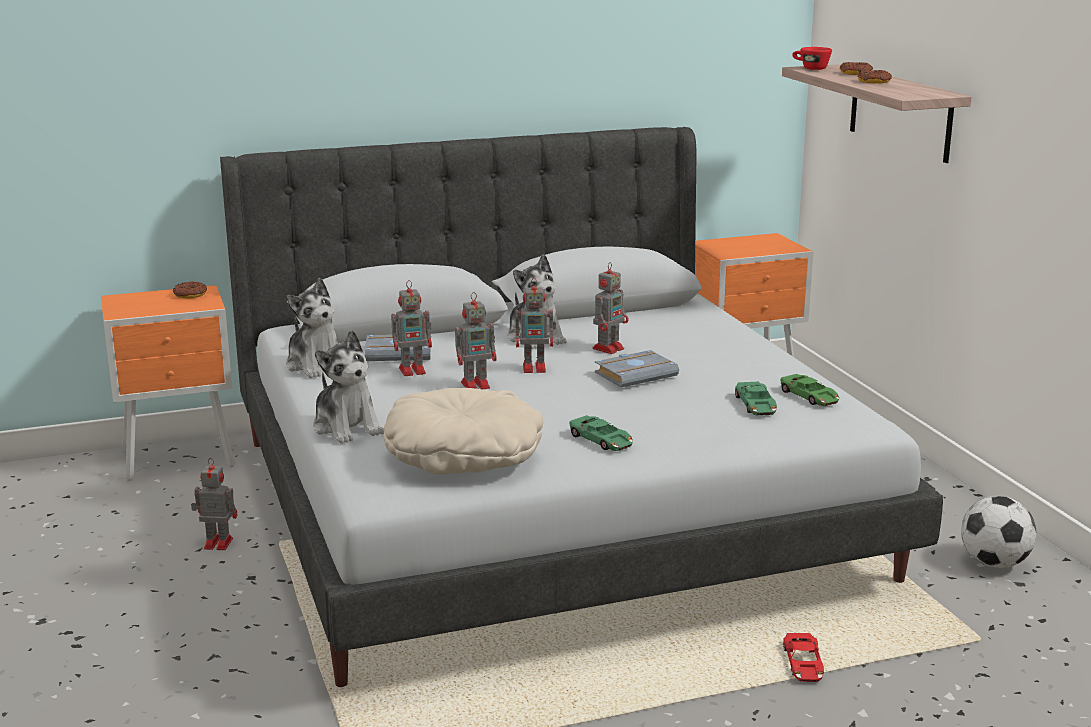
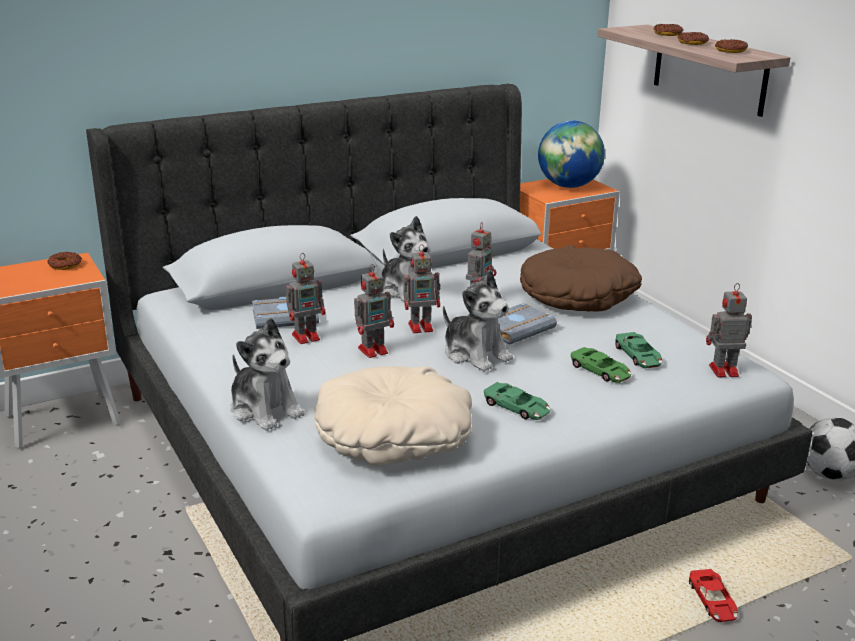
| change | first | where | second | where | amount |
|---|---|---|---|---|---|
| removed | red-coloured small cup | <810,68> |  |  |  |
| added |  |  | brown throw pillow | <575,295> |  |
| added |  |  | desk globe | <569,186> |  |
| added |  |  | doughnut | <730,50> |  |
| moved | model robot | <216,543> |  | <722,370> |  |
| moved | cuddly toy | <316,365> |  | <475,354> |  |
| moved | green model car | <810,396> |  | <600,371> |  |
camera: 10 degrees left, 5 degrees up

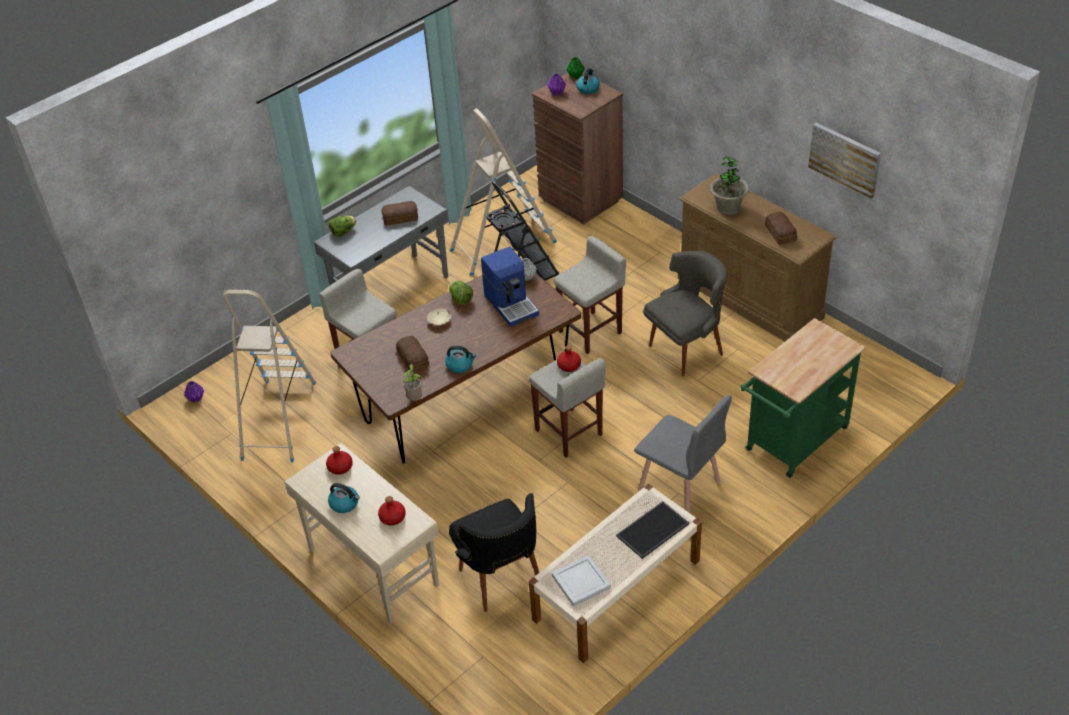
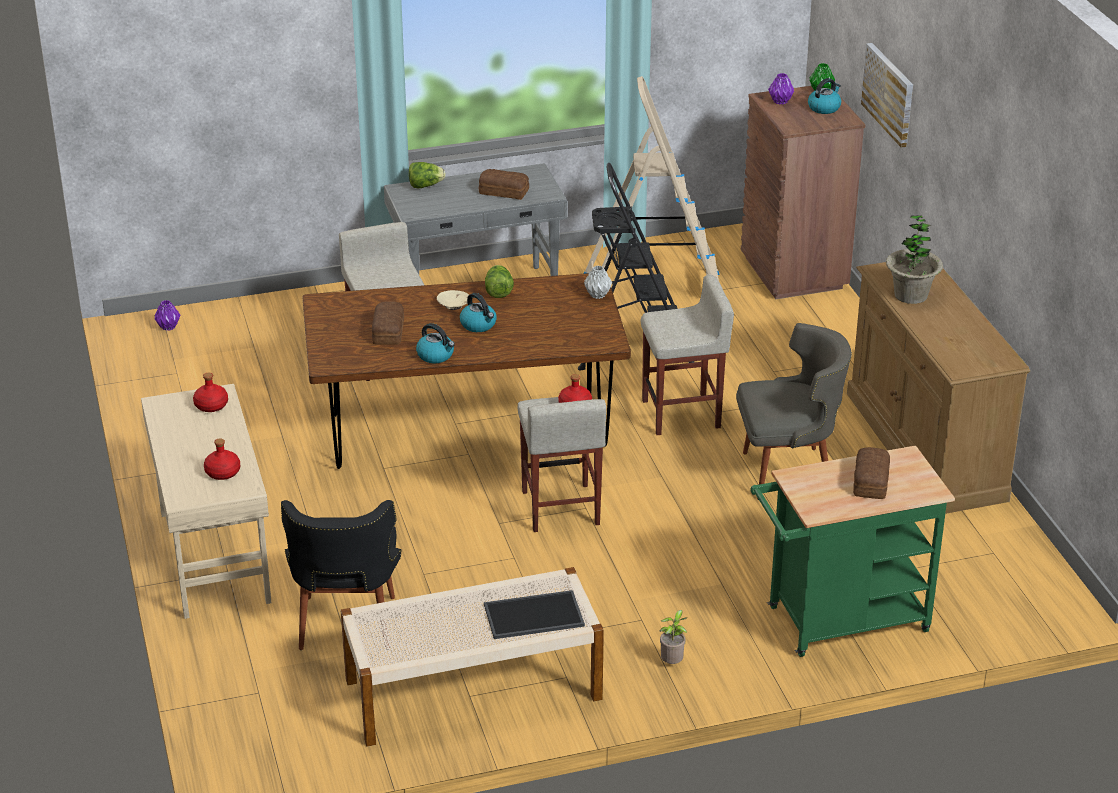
| change | first | where | second | where | amount |
|---|---|---|---|---|---|
| removed | beige stepladder | <279,419> |  |  |  |
| removed | coffee machine | <511,304> |  |  |  |
| removed | whitish serving tray | <580,582> |  |  |  |
| removed | grey chair | <679,486> |  |  |  |
| moved | kettle | <345,504> |  | <479,325> |  |
| moved | potted plant | <415,399> |  | <672,663> |  |
| moved | bread | <780,233> |  | <869,482> |  |
| moved | wall art | <845,159> |  | <889,94> |  |
camera: 25 degrees right, 10 degrees down

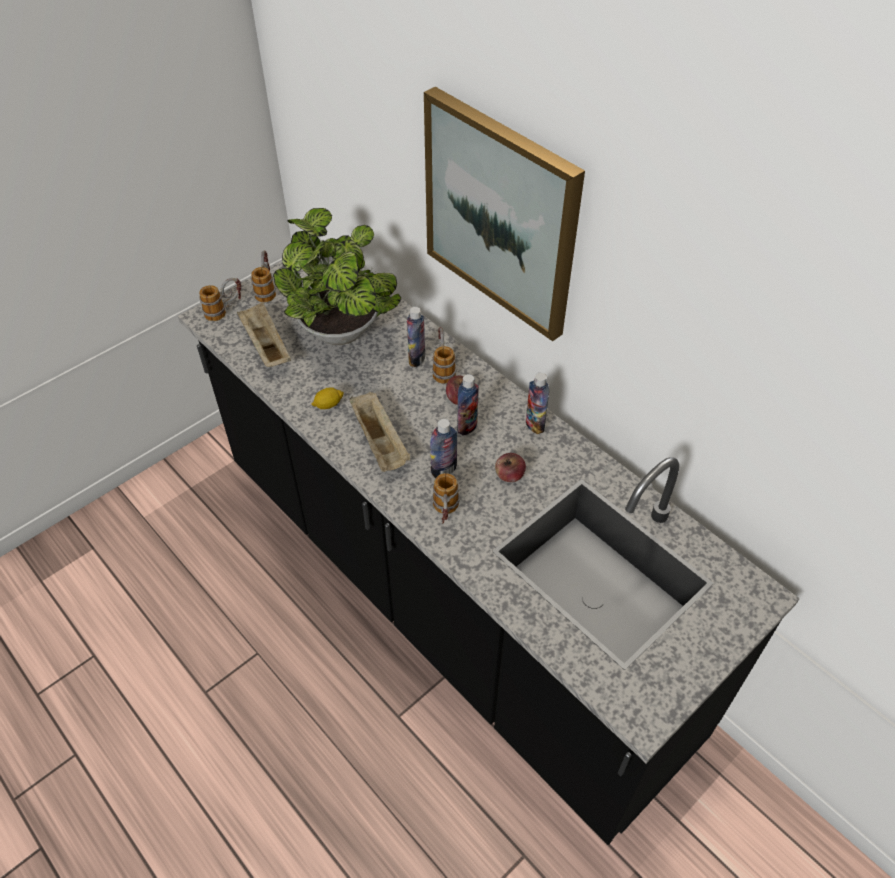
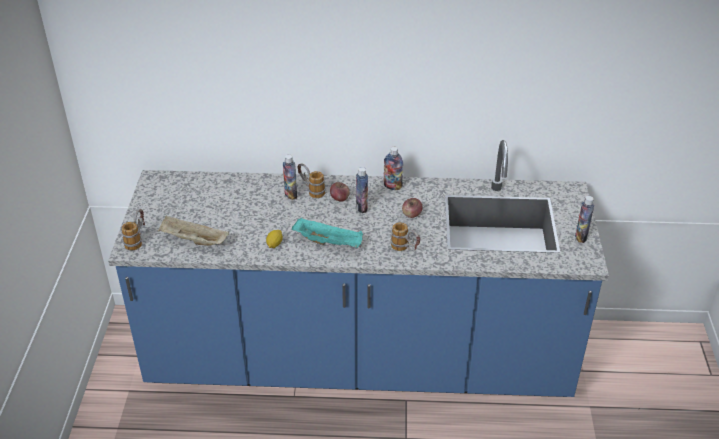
| change | first | where | second | where | amount |
|---|---|---|---|---|---|
| removed | mug | <266,289> |  |  |  |
| removed | potted plant | <343,335> |  |  |  |
| removed | wall art | <501,214> |  |  |  |
| moved | beverage bottle | <443,470> |  | <581,237> |  |
| recoloured | blackish counter | <447,596> | blue-coloured counter | <359,362> |  |
| recoloured | beige serving tray | <380,443> | turquoise-coloured serving tray | <329,242> |  |
camera: 45 degrees left, 10 degrees down

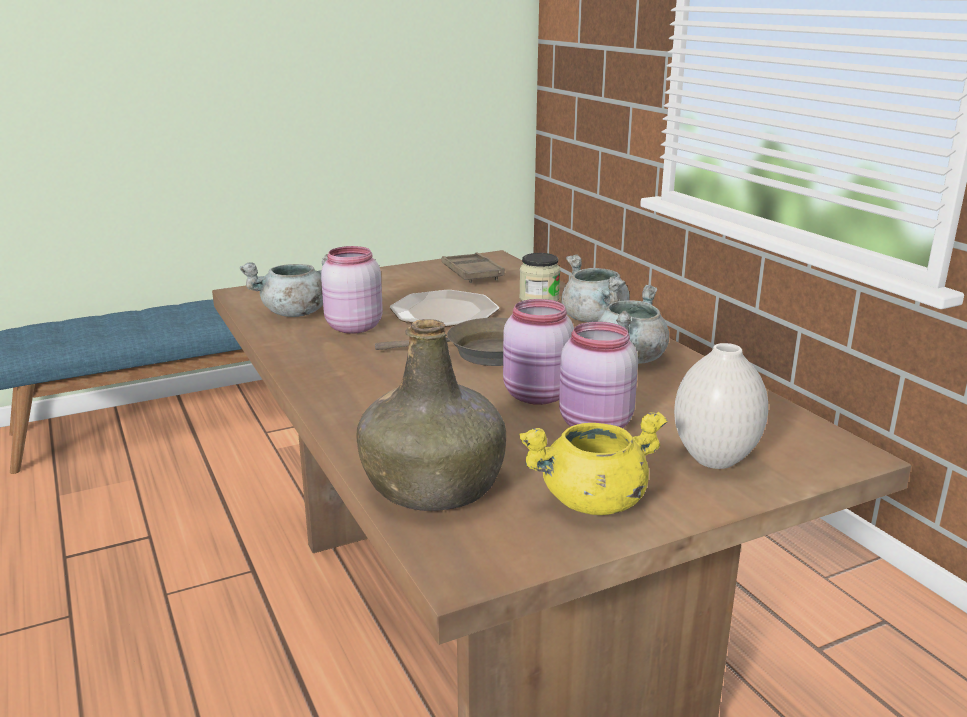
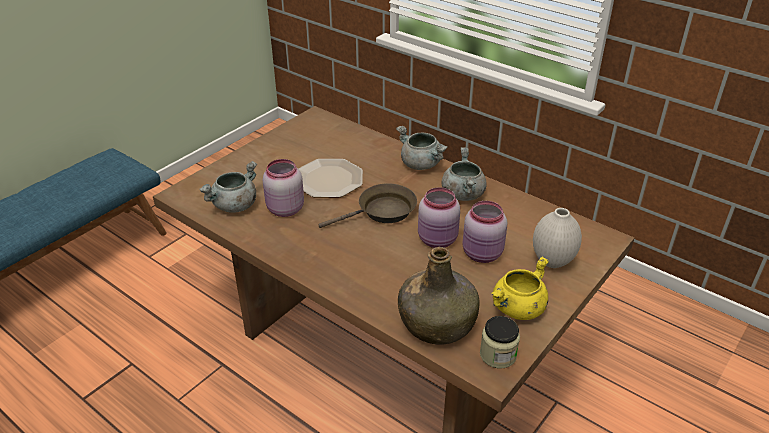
| change | first | where | second | where | amount |
|---|---|---|---|---|---|
| removed | brown serving tray | <471,273> |  |  |  |
| moved | storage jar | <539,299> |  | <498,355> |  |
camera: 25 degrees left, 15 degrees up

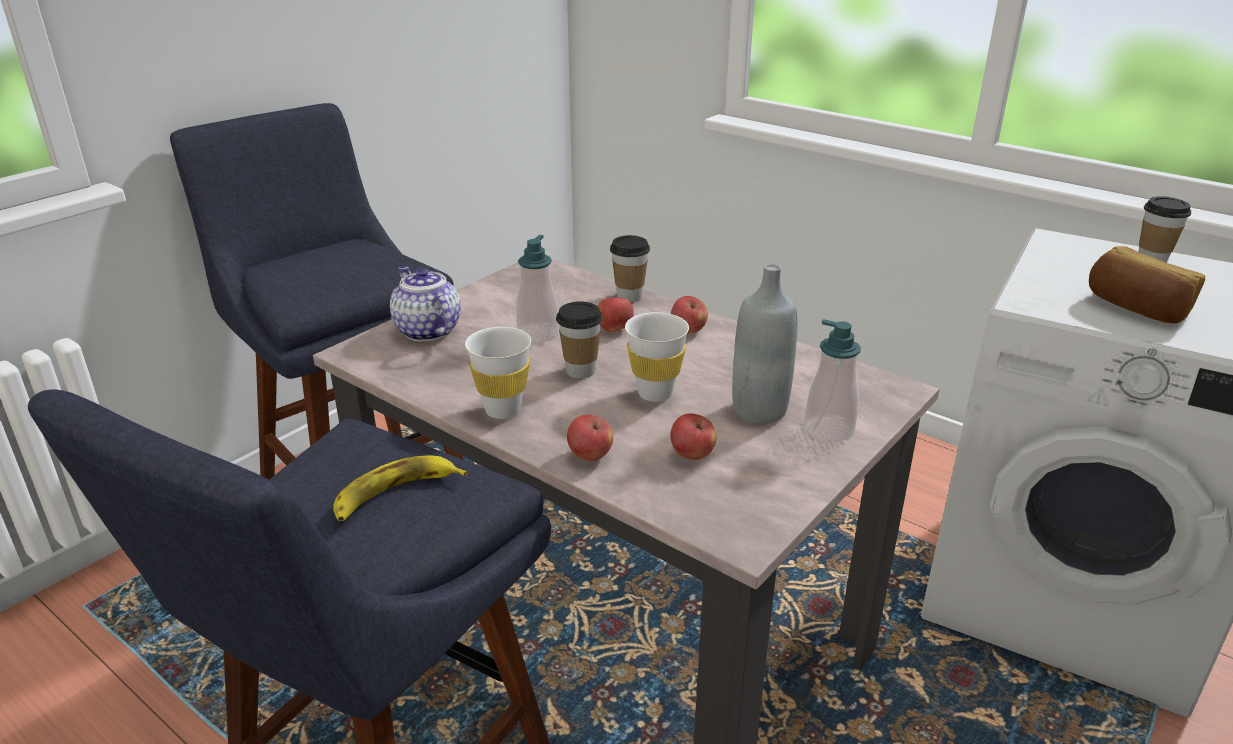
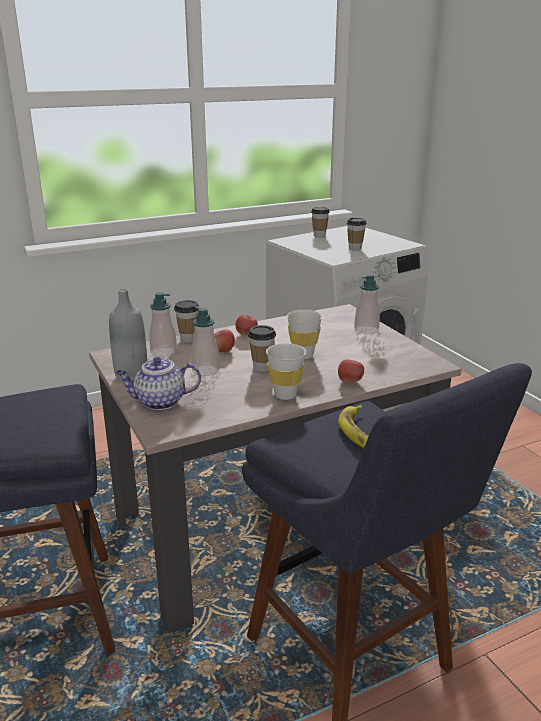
| change | first | where | second | where | amount |
|---|---|---|---|---|---|
| removed | whole apple | <692,455> |  |  |  |
| added |  |  | liquid soap bottle | <163,352> |  |
| moved | grey beverage bottle | <759,410> |  | <131,376> |  |
| replaced | bread | <1137,308> | small cup | <355,248> |  |
camera: 65 degrees left, 5 degrees down

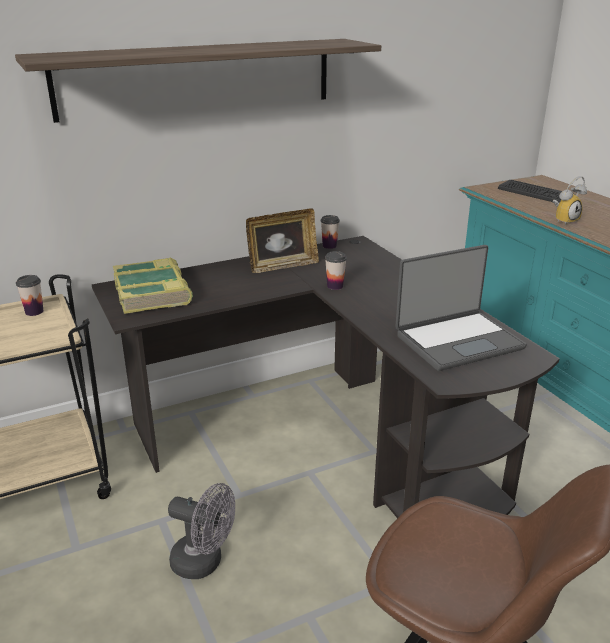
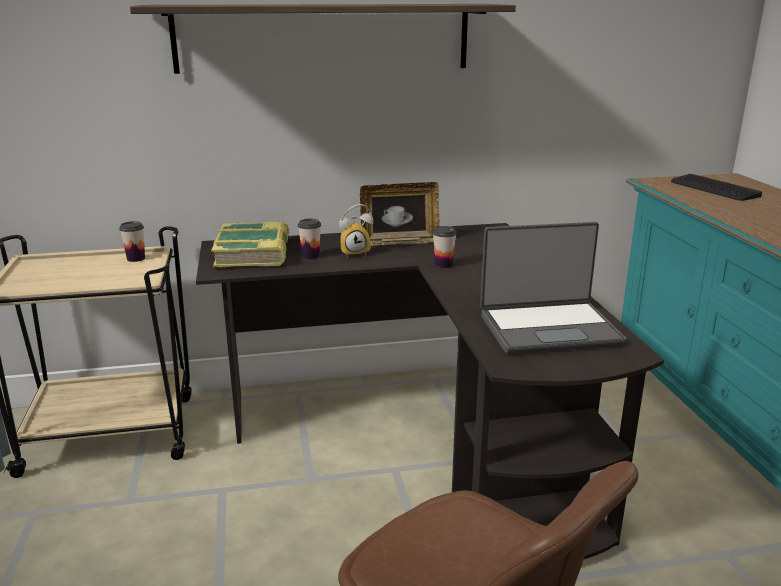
| change | first | where | second | where | amount |
|---|---|---|---|---|---|
| removed | grey fan | <204,562> |  |  |  |
| moved | small cup | <329,246> |  | <310,256> |  |
| moved | bedside clock | <564,220> |  | <355,252> |  |
camera: 15 degrees right, 5 degrees down

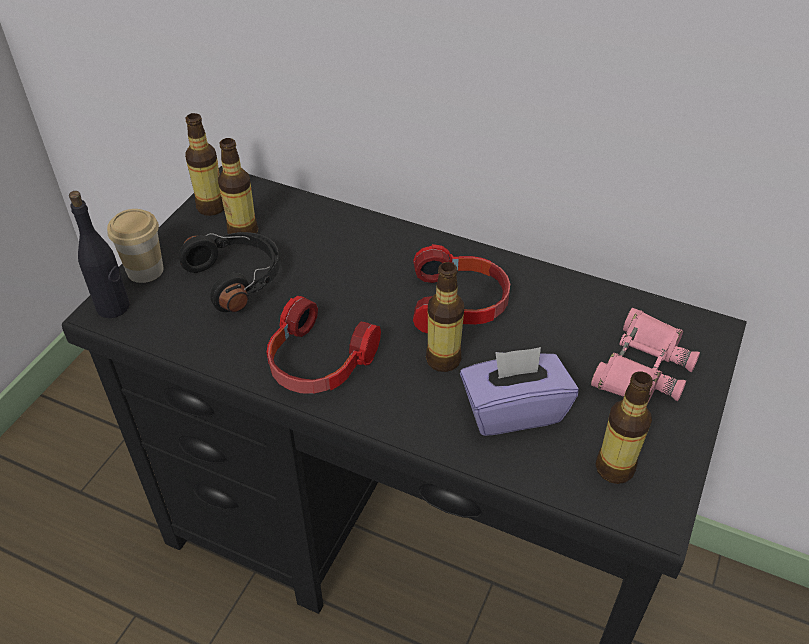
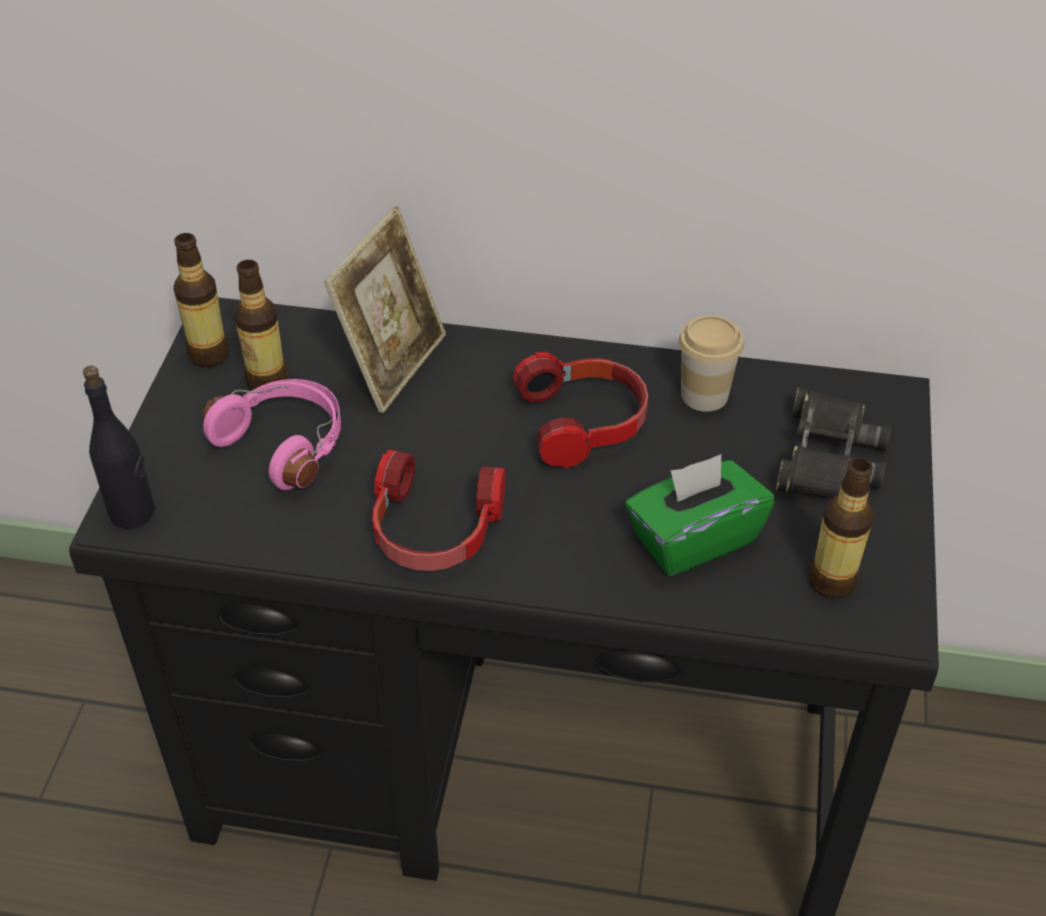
| change | first | where | second | where | amount |
|---|---|---|---|---|---|
| removed | beverage bottle | <443,359> |  |  |  |
| added |  |  | photo frame | <393,365> |  |
| moved | small cup | <145,270> |  | <704,395> |  |
| recoloured | blackish headphones | <238,278> | pink headphones | <285,443> |  |
| recoloured | purple-coloured box of tissues | <513,410> | green box of tissues | <693,538> |  |
| recoloured | pink field glasses | <642,367> | blackish field glasses | <827,456> |  |
camera: 15 degrees left, 0 degrees up

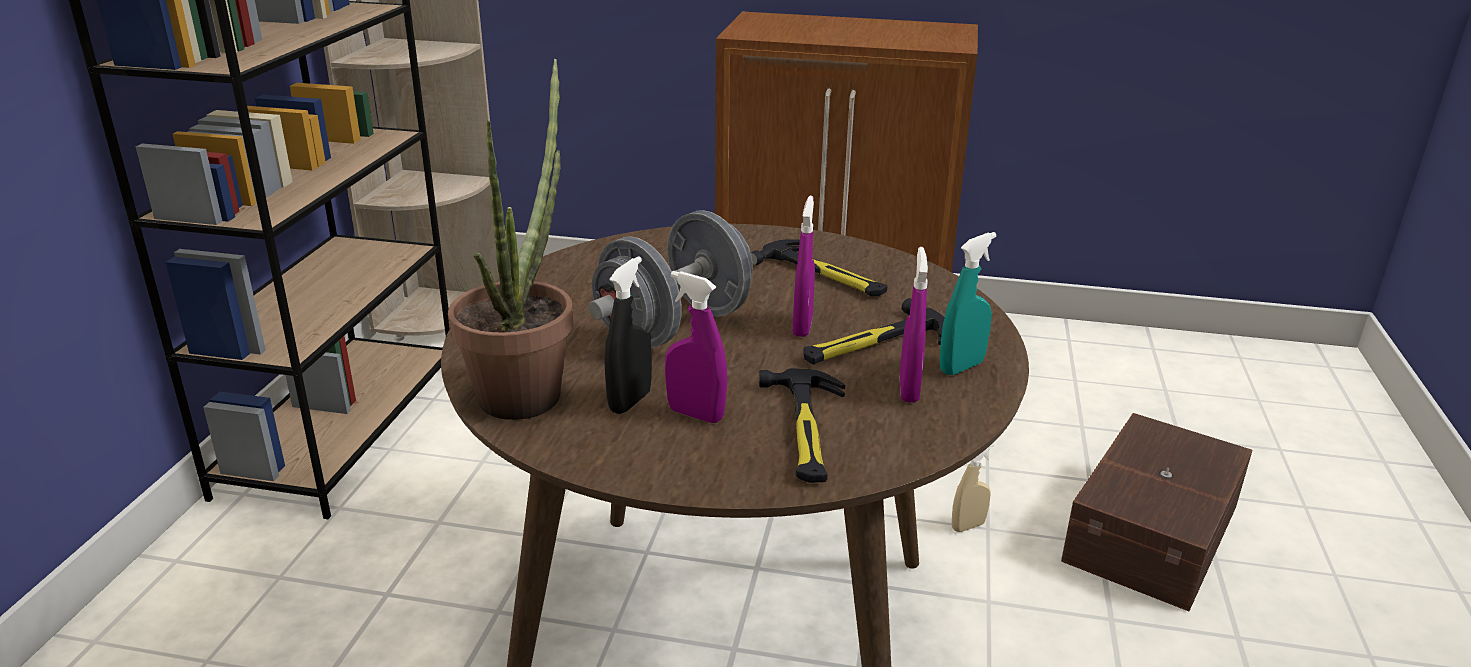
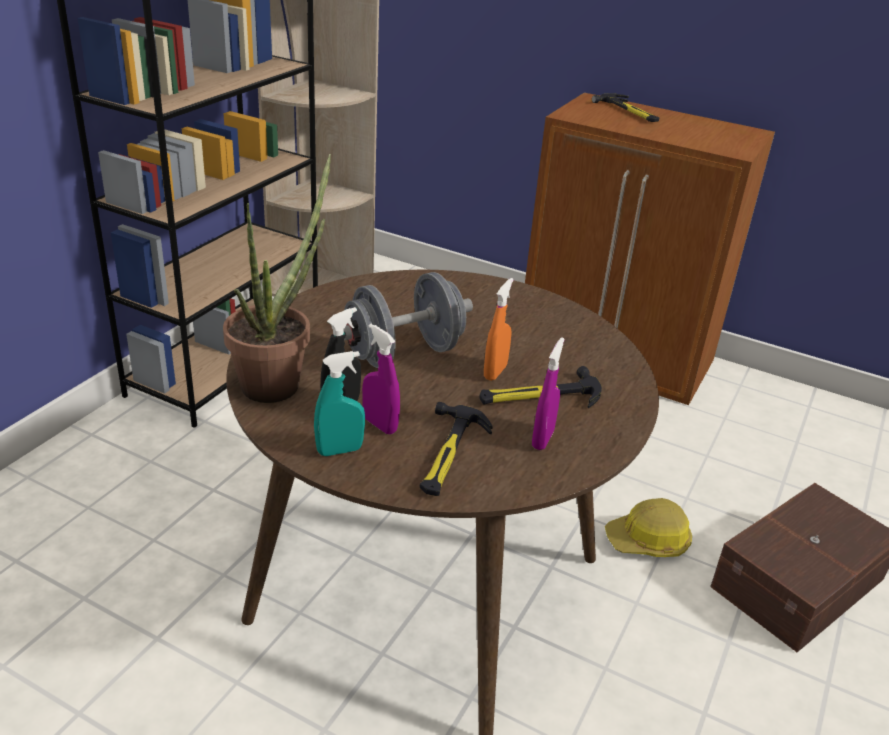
| change | first | where | second | where | amount |
|---|---|---|---|---|---|
| moved | hand hammer | <823,275> |  | <629,111> |  |
| moved | turquoise-coloured hand sprayer | <961,367> |  | <339,450> |  |
| replaced | beige hand sprayer | <968,526> | work helmet | <648,541> |  |
| recoloured | purple-coloured hand sprayer | <802,327> | orange hand sprayer | <495,372> |  |
camera: 15 degrees right, 5 degrees up

